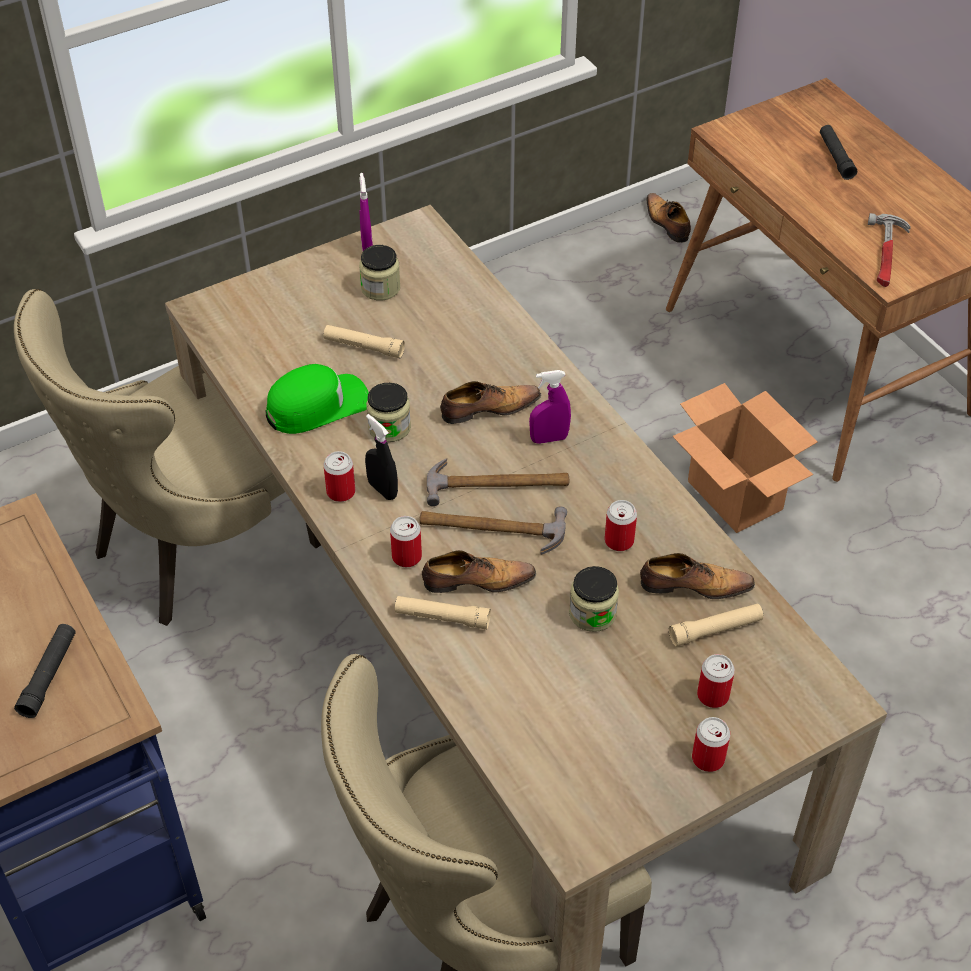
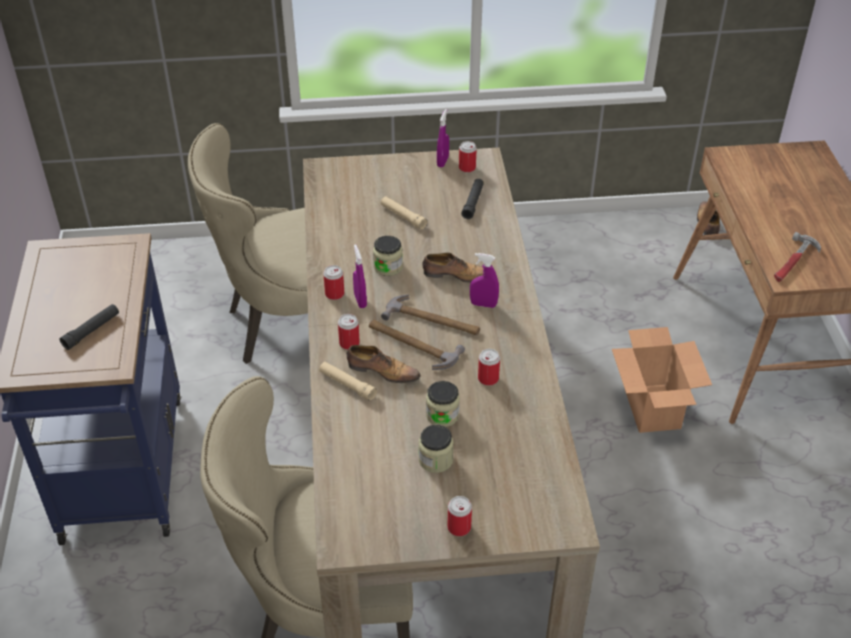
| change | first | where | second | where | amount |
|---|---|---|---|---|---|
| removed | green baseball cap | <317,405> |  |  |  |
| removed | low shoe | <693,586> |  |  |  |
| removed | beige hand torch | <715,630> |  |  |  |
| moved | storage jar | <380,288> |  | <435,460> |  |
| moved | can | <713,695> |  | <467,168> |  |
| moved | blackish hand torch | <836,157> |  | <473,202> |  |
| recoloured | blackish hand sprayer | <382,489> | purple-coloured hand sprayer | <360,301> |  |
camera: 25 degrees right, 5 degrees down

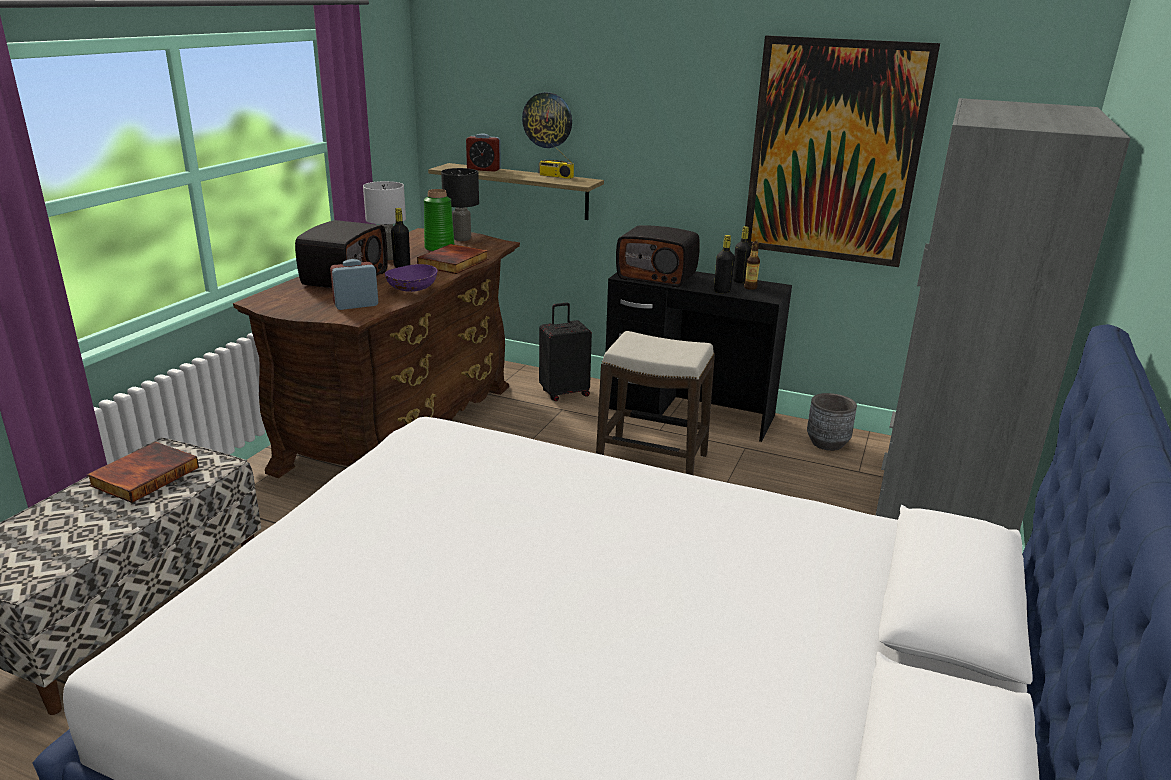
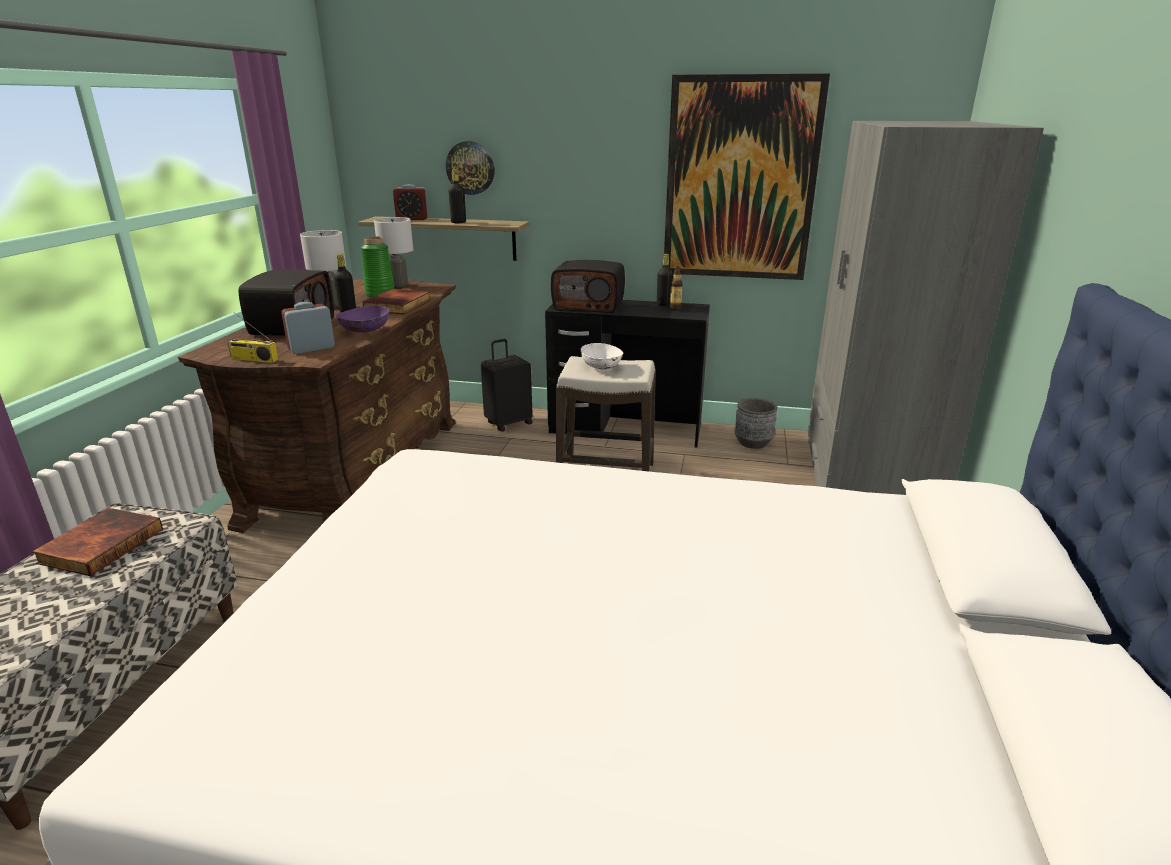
| change | first | where | second | where | amount |
|---|---|---|---|---|---|
| added |  |  | whitish serving bowl | <602,367> |  |
| moved | radio set | <555,176> |  | <253,359> |  |
| moved | blackish beverage bottle | <722,291> |  | <458,222> |  |
| recoloured | blackish lamp for a table | <461,239> | whitish lamp for a table | <398,285> |  |
camera: 10 degrees left, 0 degrees up

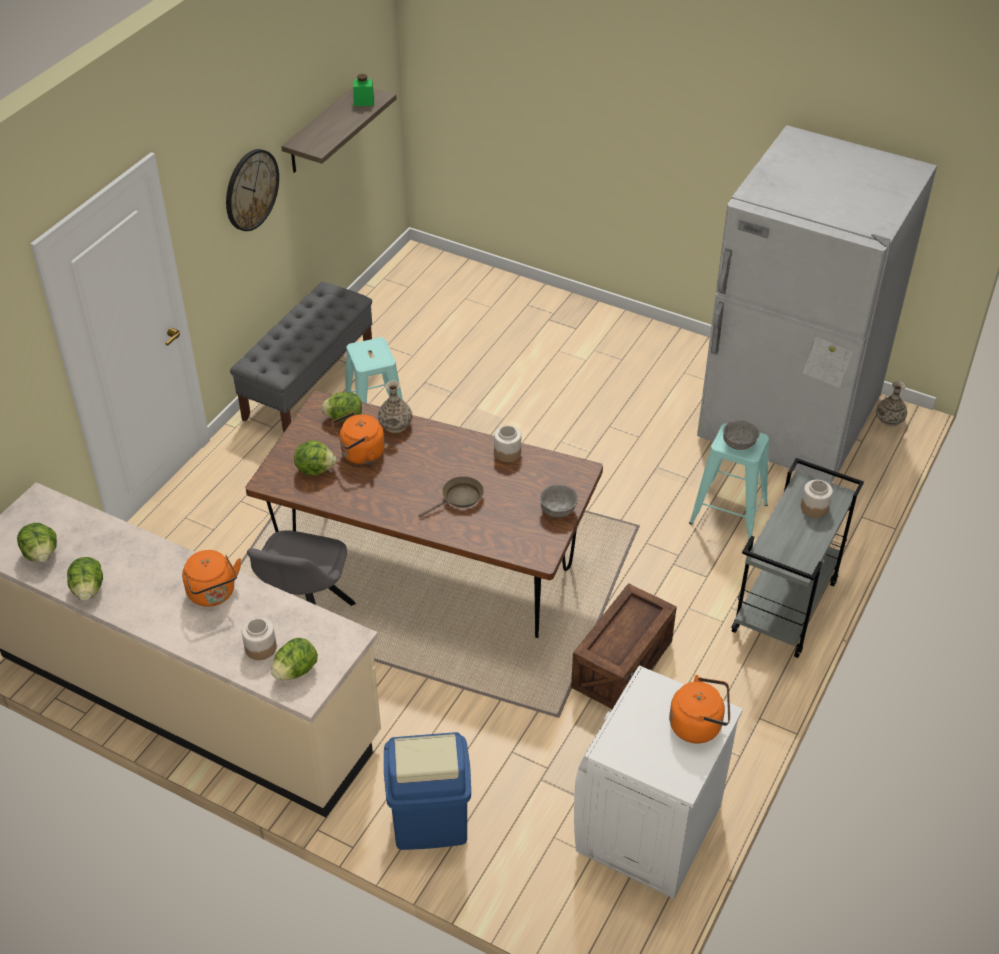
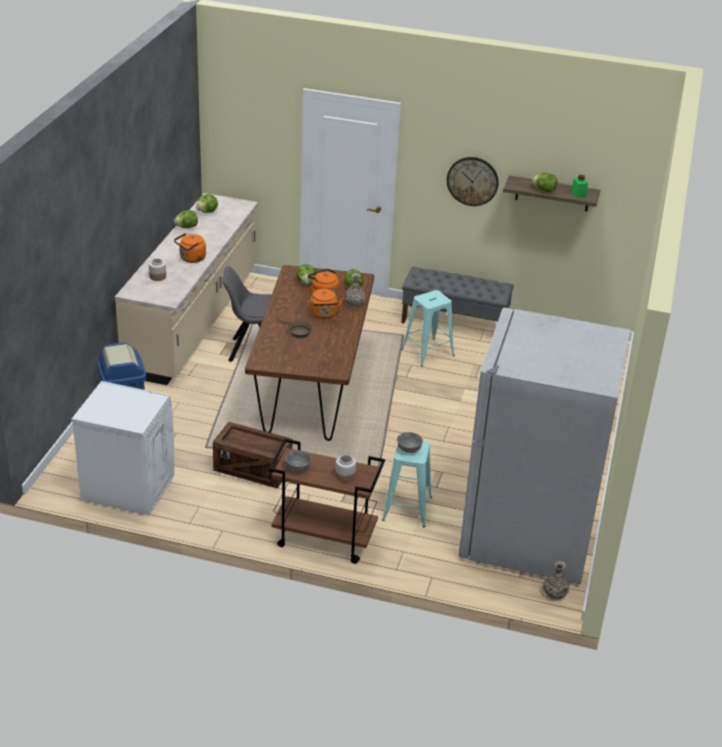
| change | first | where | second | where | amount |
|---|---|---|---|---|---|
| removed | storage jar | <507,453> |  |  |  |
| moved | lettuce | <296,671> |  | <544,190> |  |
| moved | grey serving bowl | <558,511> |  | <297,468> |  |
| moved | orange kettle | <699,725> |  | <324,315> |  |
| recoloured | grey cart | <785,608> | brown cart | <323,539> |  |
camera: 75 degrees right, 10 degrees down

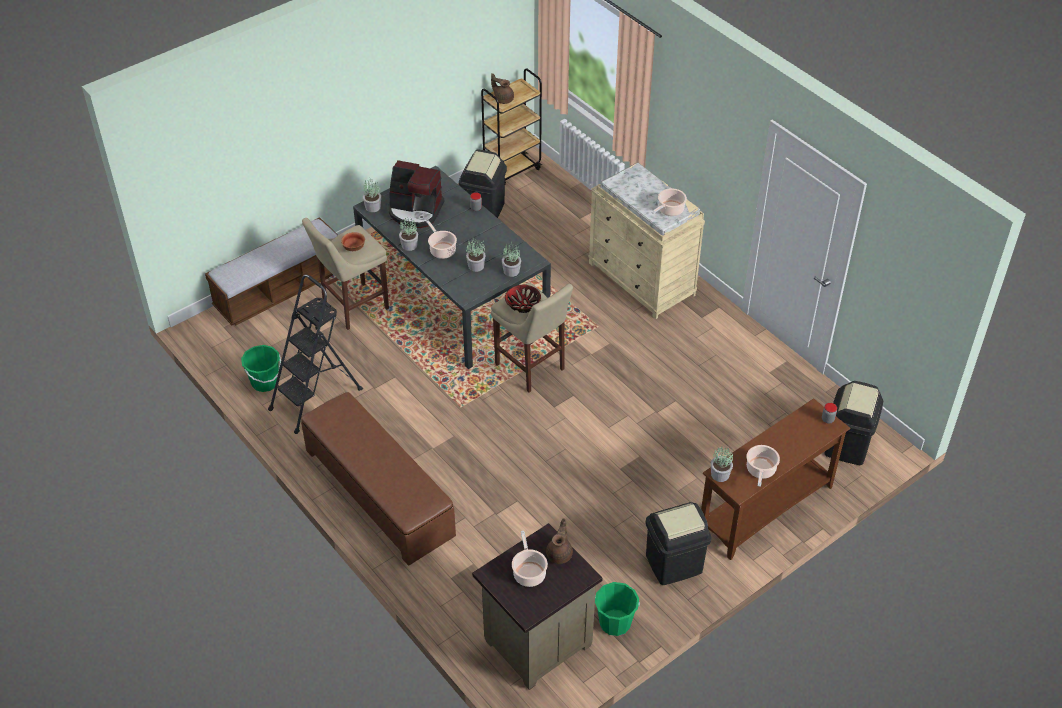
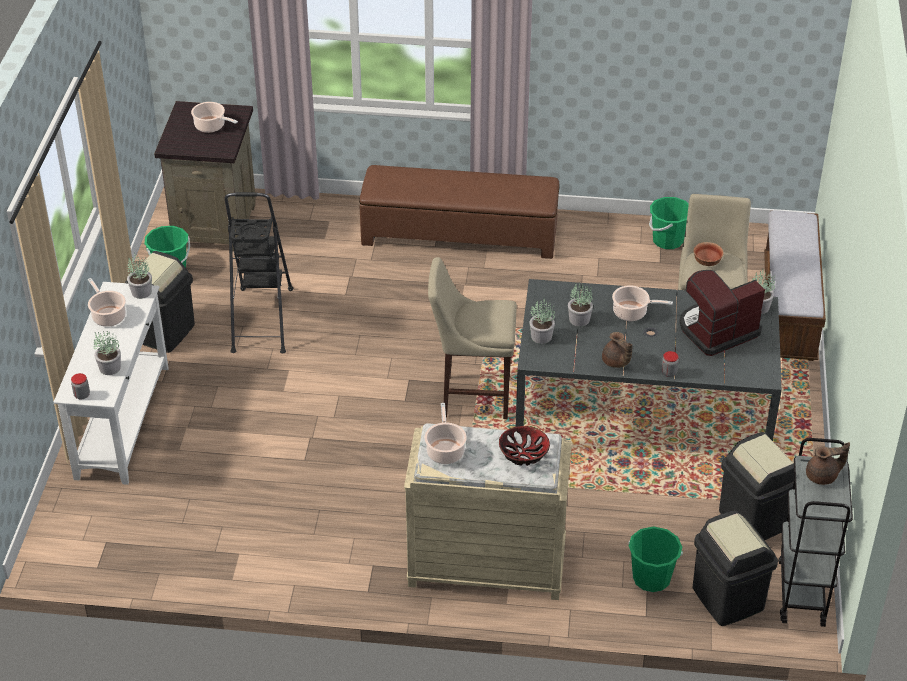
| change | first | where | second | where | amount |
|---|---|---|---|---|---|
| added |  |  | green bucket | <651,578> |  |
| moved | stepladder | <317,398> |  | <262,320> |  |
| moved | potted plant | <409,245> |  | <109,368> |  |
| moved | serving bowl | <522,305> |  | <524,454> |  |
| moved | brown pot for tea | <560,553> |  | <616,362> |  |
| moved | blackish rubbish bin | <847,446> |  | <727,599> |  |
| recoloured | brown cart | <512,171> | grey cart | <802,593> |  |
| recoloured | brown hall table | <765,509> | whitish hall table | <122,421> |  |
camera: 135 degrees right, 5 degrees down

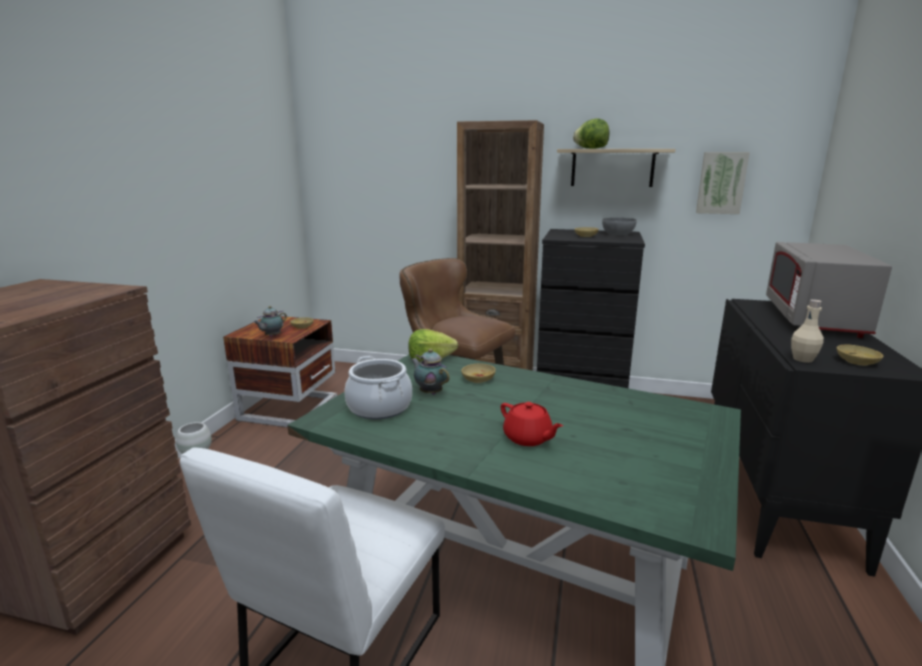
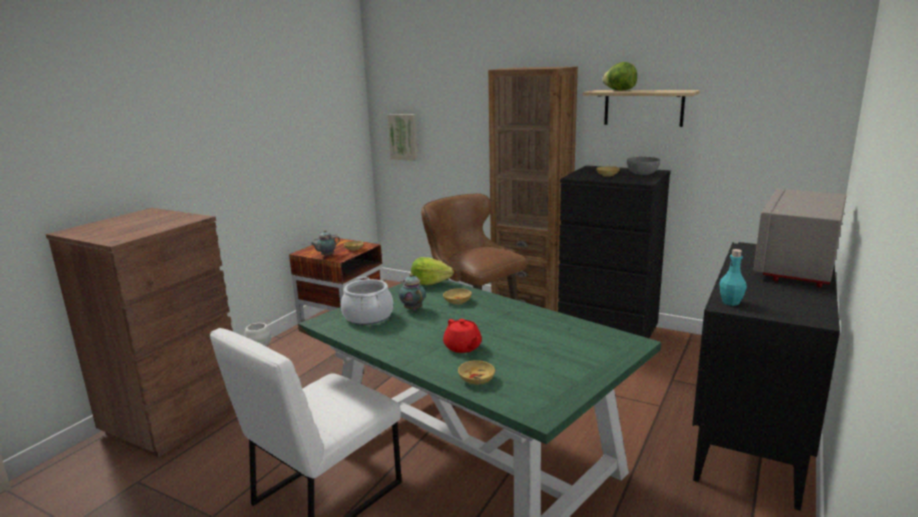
| change | first | where | second | where | amount |
|---|---|---|---|---|---|
| moved | wall art | <721,183> |  | <404,137> |  |
| moved | beige serving bowl | <857,361> |  | <477,379> |  |
| recoloured | beige beverage bottle | <803,359> | turquoise-coloured beverage bottle | <730,302> |  |
camera: 15 degrees right, 0 degrees up

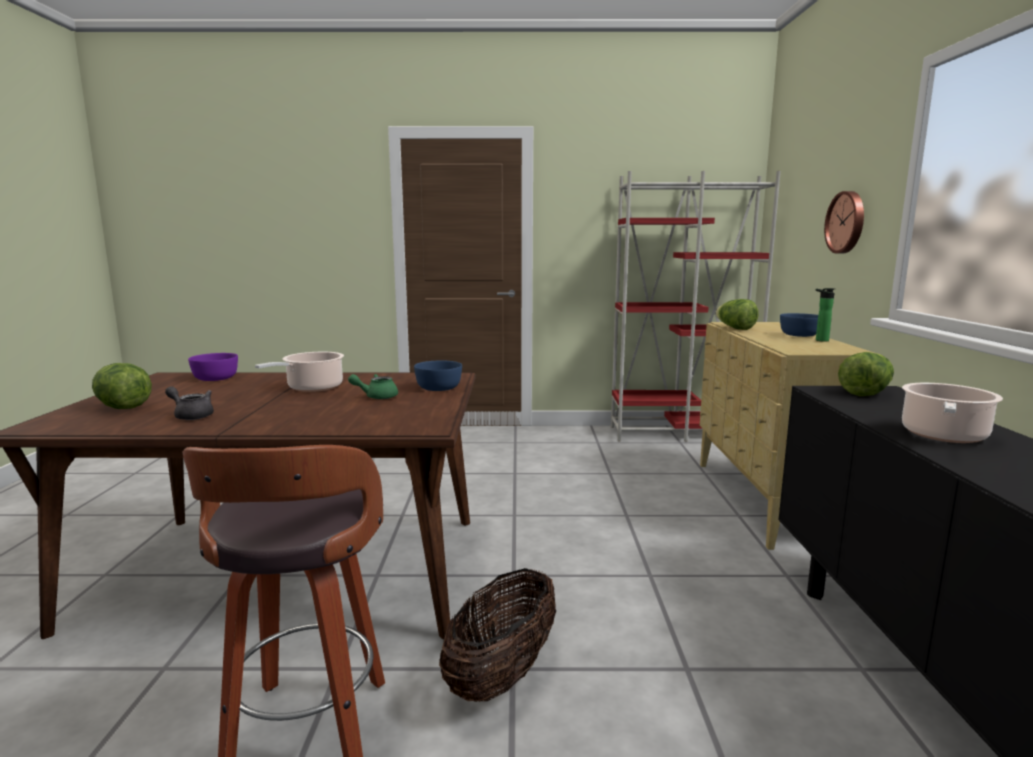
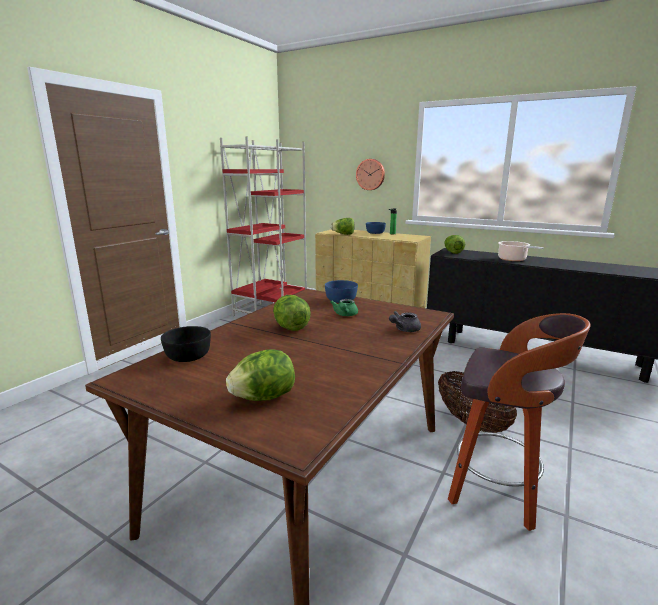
| change | first | where | second | where | amount |
|---|---|---|---|---|---|
| moved | grey pot for tea | <191,415> |  | <404,330> |  |
| replaced | stockpot | <312,388> | lettuce | <291,327> |  |
| recoloured | purple-coloured serving bowl | <216,378> | blackish serving bowl | <189,356> |  |
camera: 60 degrees left, 5 degrees up

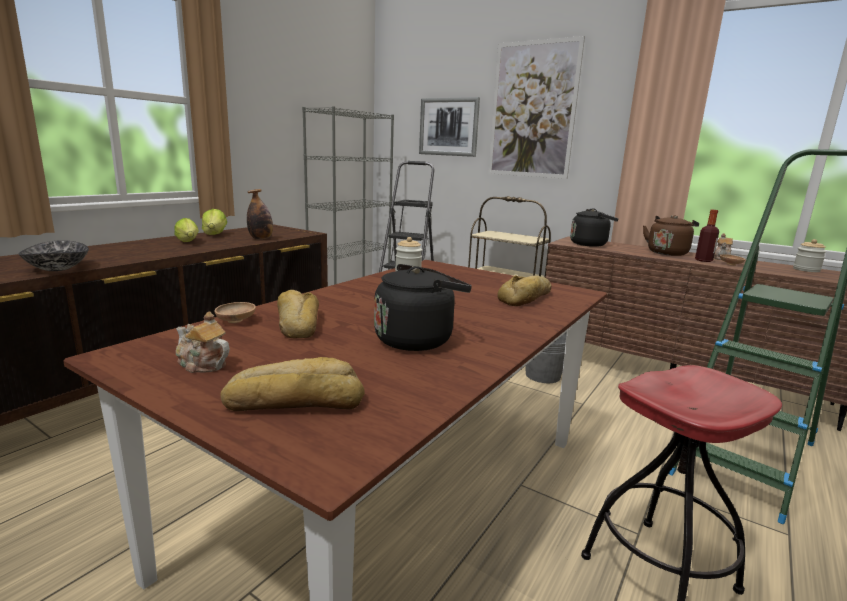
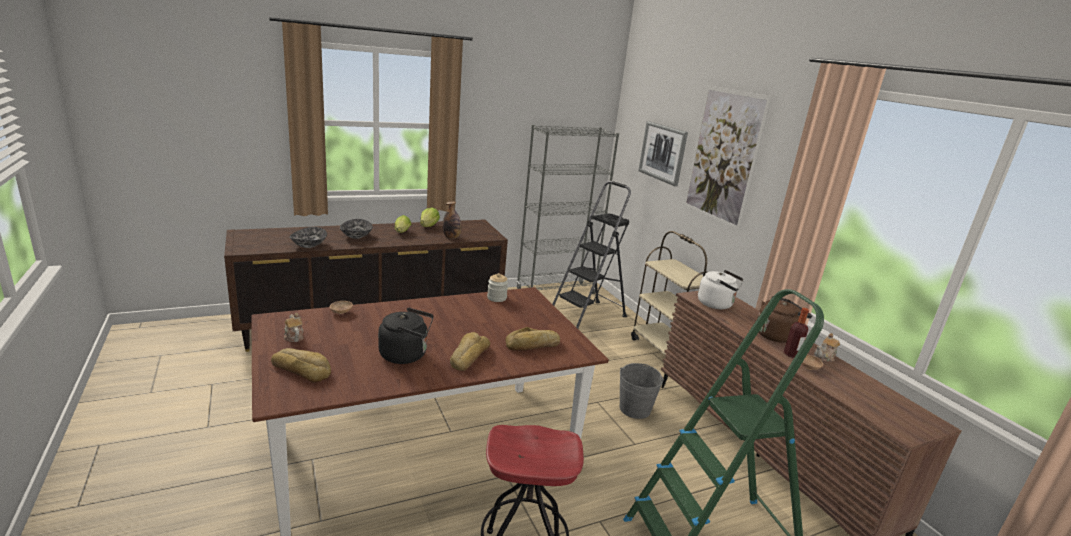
| change | first | where | second | where | amount |
|---|---|---|---|---|---|
| removed | storage jar | <806,270> |  |  |  |
| added |  |  | serving bowl | <356,236> |  |
| moved | bread | <297,323> |  | <468,356> |  |
| recoloured | blackish kettle | <590,244> | whitish kettle | <717,304> |  |
camera: 30 degrees right, 5 degrees up

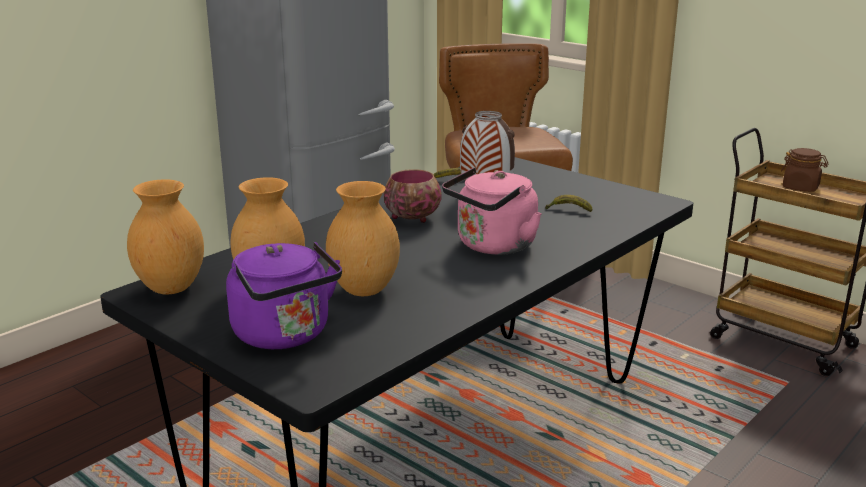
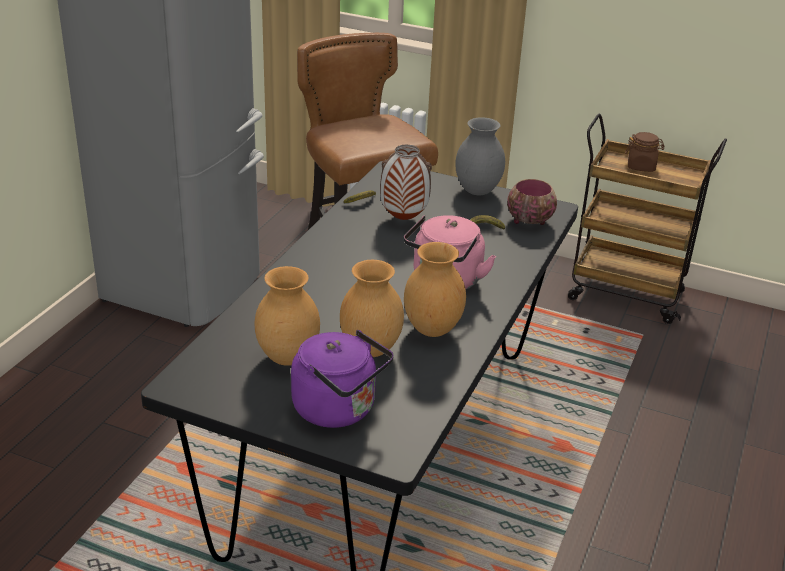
| change | first | where | second | where | amount |
|---|---|---|---|---|---|
| added |  |  | grey vase | <478,191> |  |
| moved | brown vase | <170,288> |  | <431,329> |  |
| moved | serving bowl | <412,217> |  | <528,220> |  |
camera: 20 degrees left, 10 degrees up

